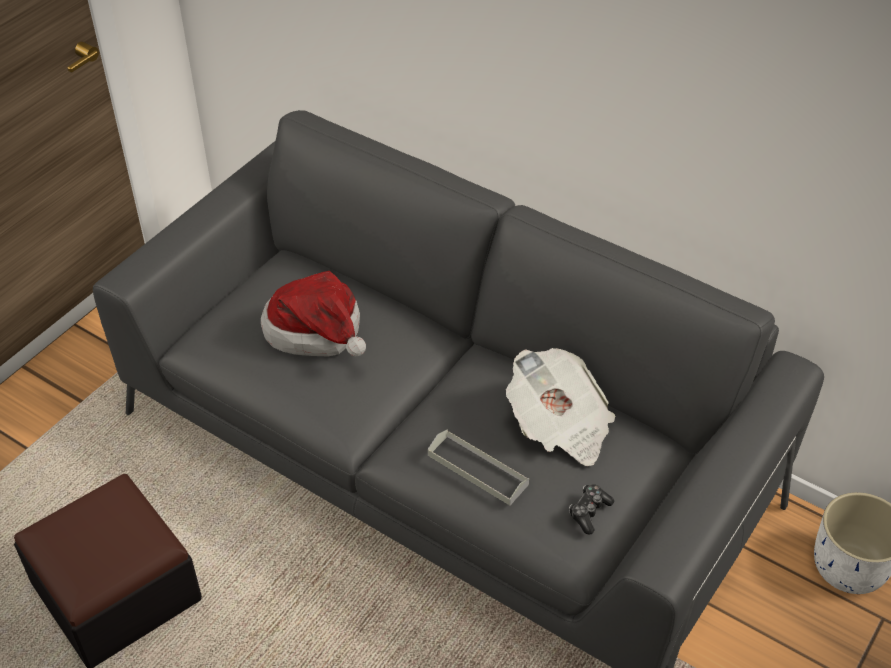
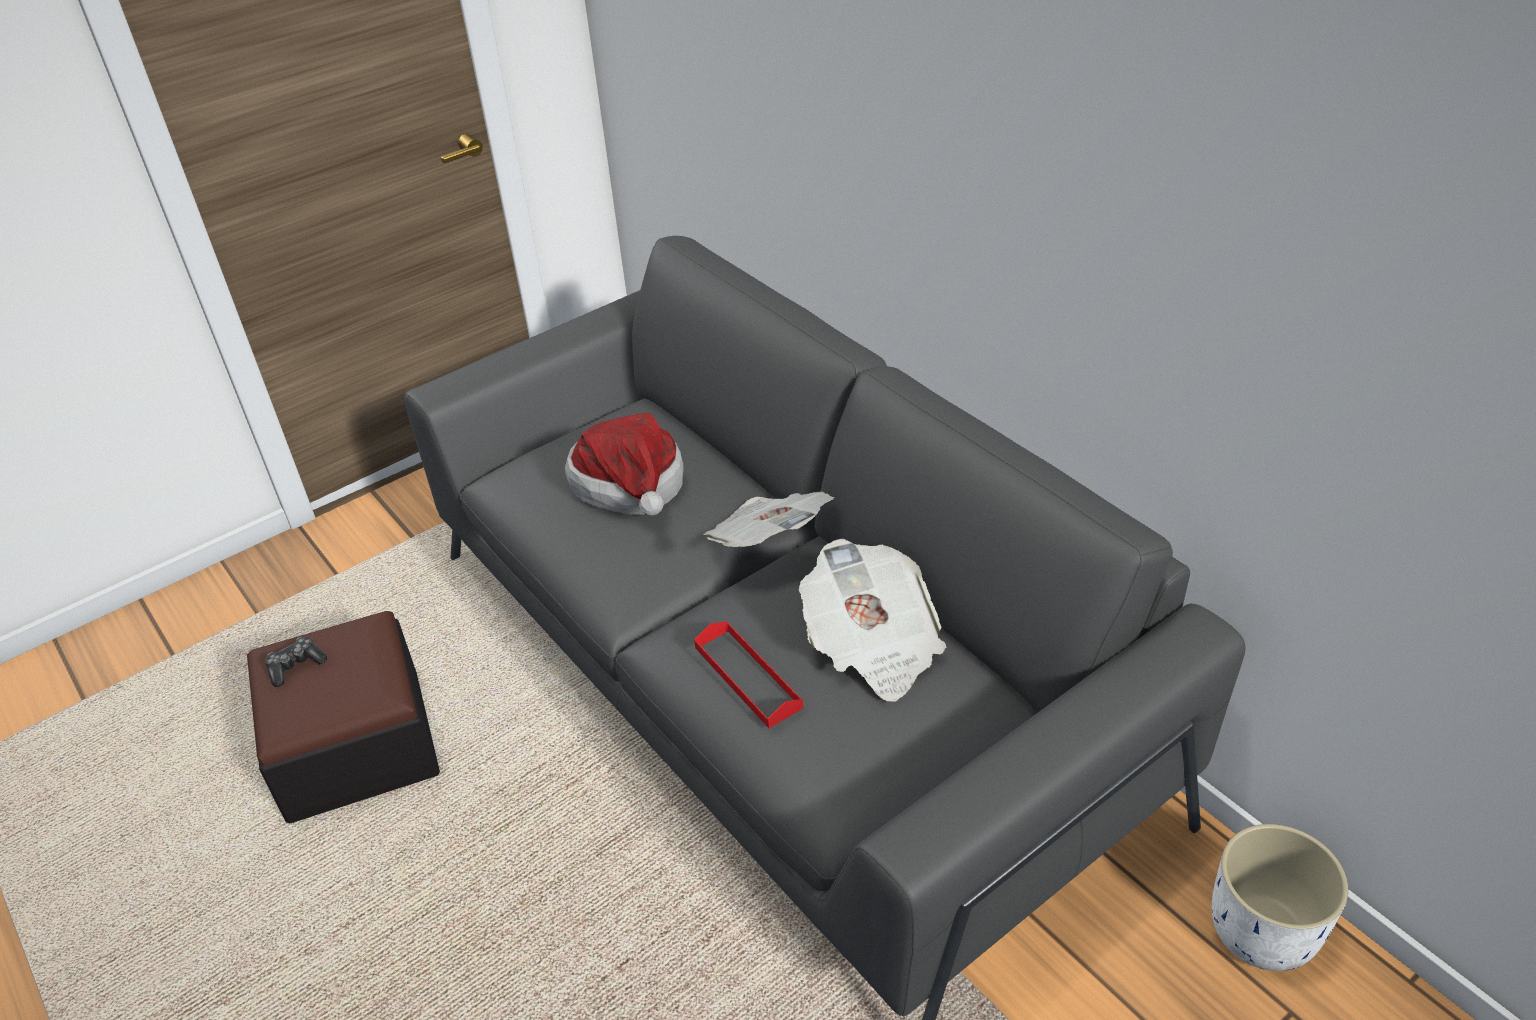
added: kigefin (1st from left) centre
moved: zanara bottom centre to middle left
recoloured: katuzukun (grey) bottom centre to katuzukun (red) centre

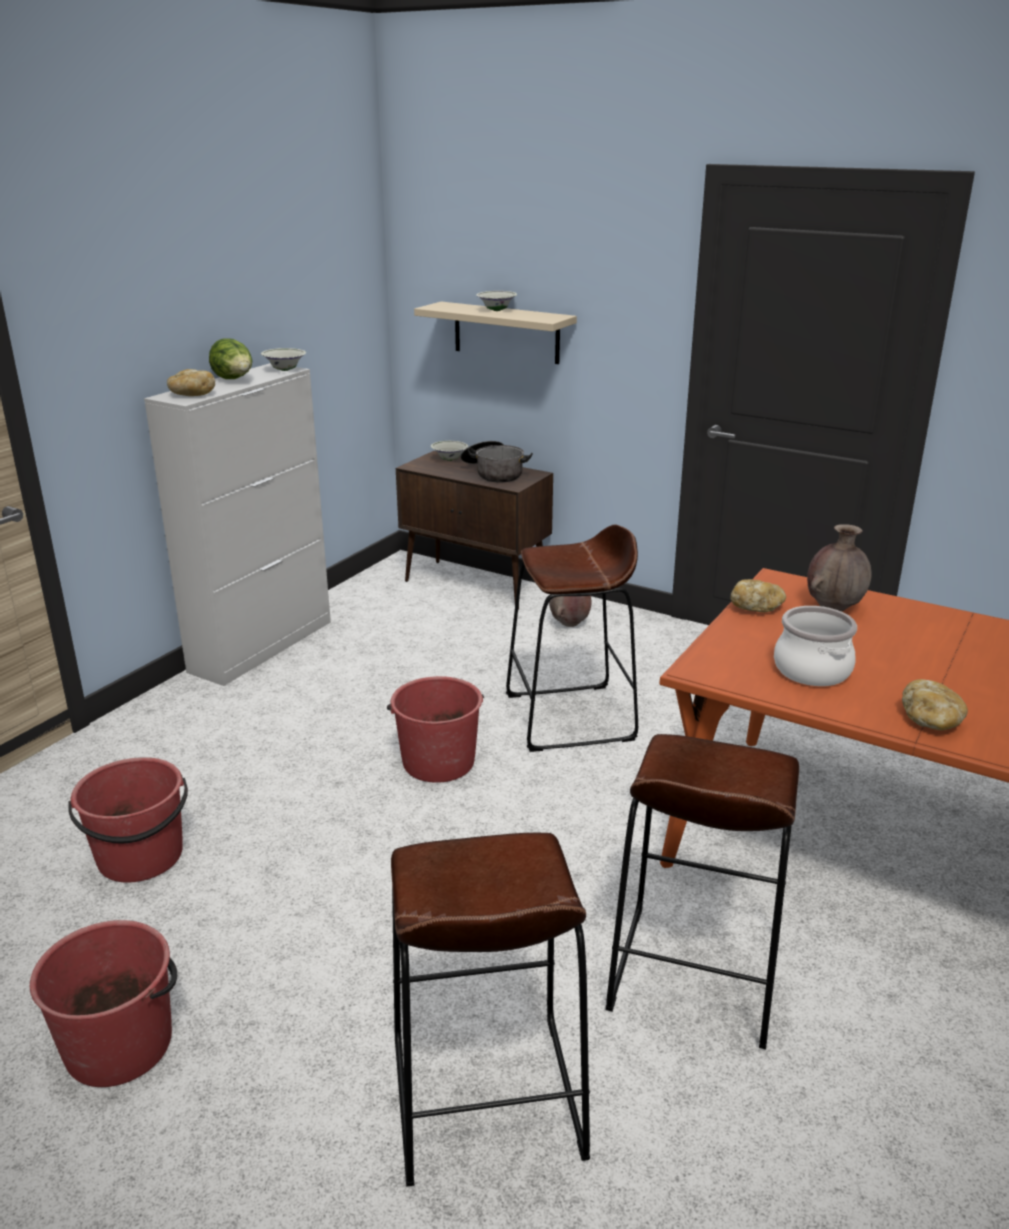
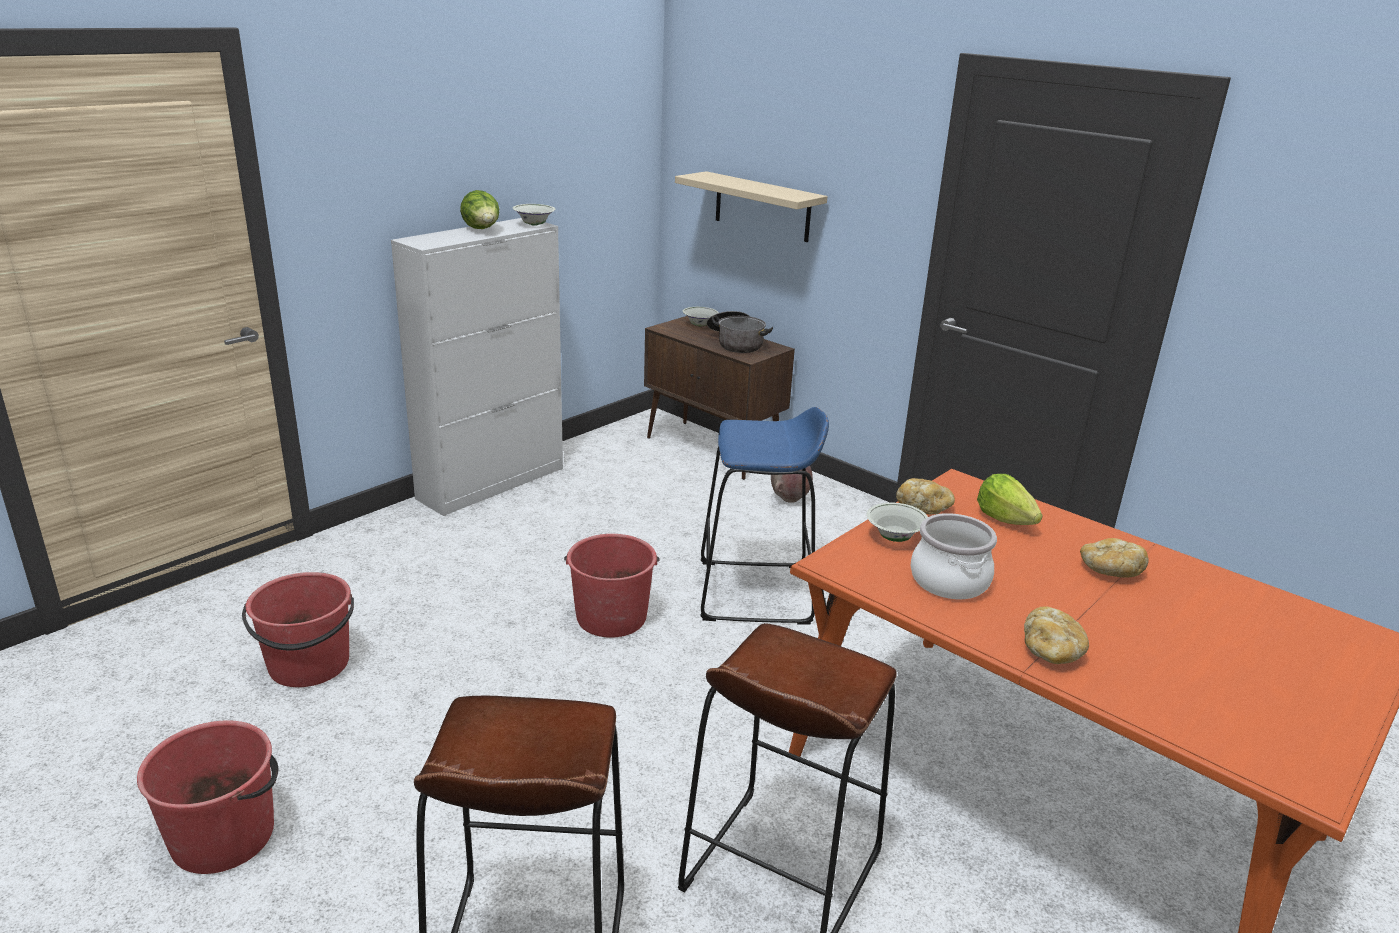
moved: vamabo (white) (3rd from left) top centre to centre; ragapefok (1st from left in the first image) top left to ragapefok (3rd from left) middle right
replaced: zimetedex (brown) (2nd from left) middle right to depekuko (2nd from left) middle right
recoloured: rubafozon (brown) (2nd from left) centre to rubafozon (blue) centre

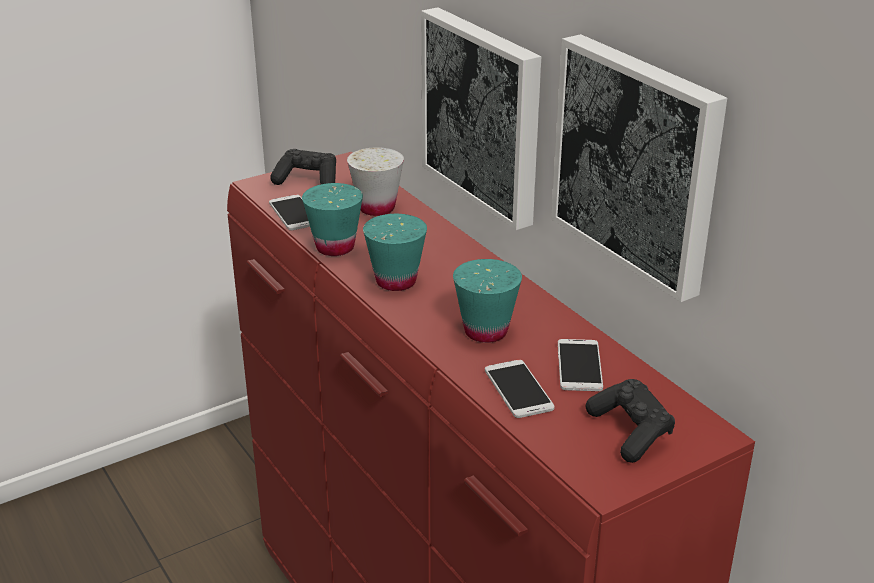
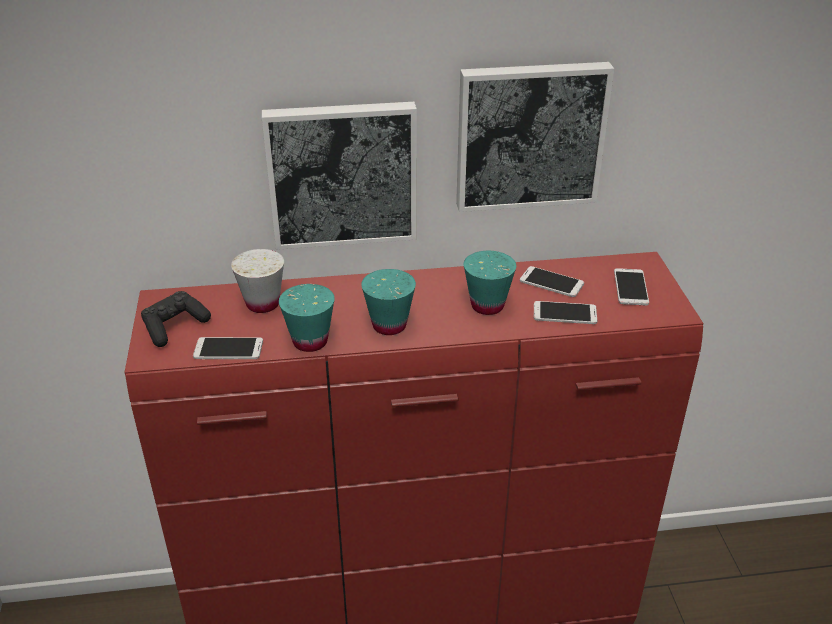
replaced: zanara (black) (2nd from left) bottom right to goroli (4th from left) middle right

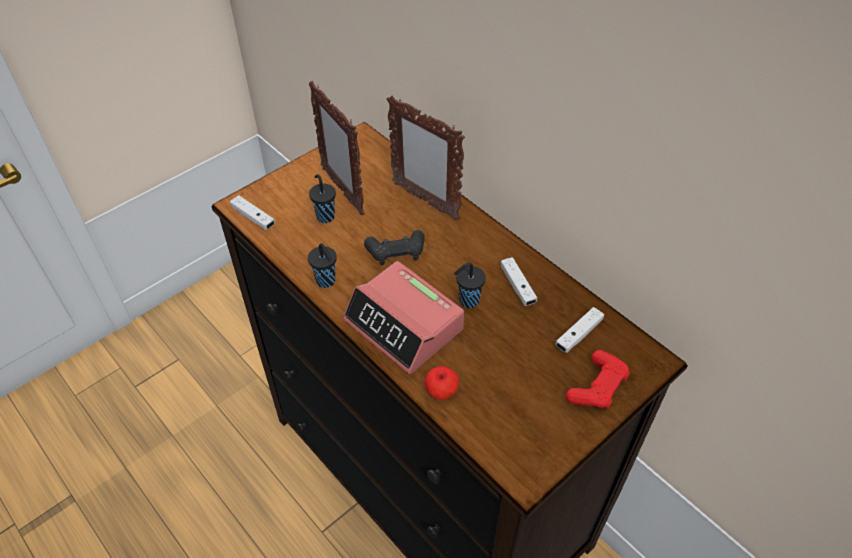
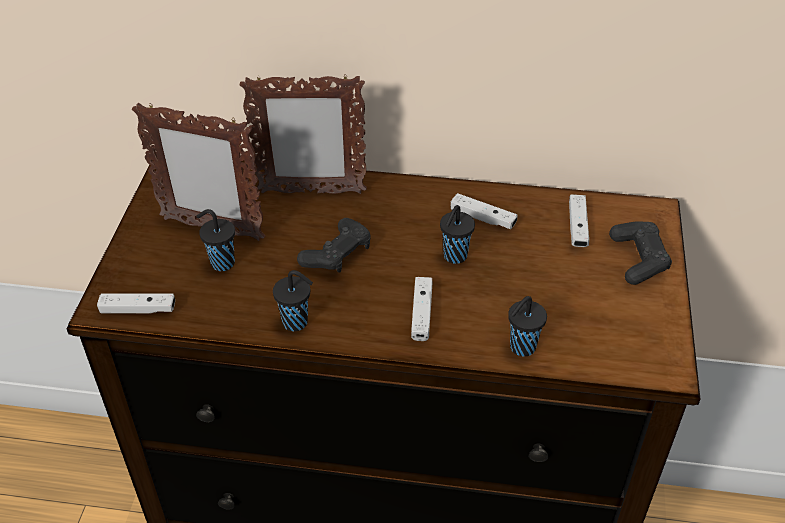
replaced: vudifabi centre to zanara (white) (2nd from left) centre; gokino bottom centre to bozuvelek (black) (4th from left) middle right
recoloured: zanara (red) bottom right to zanara (black) (2nd from left) middle right

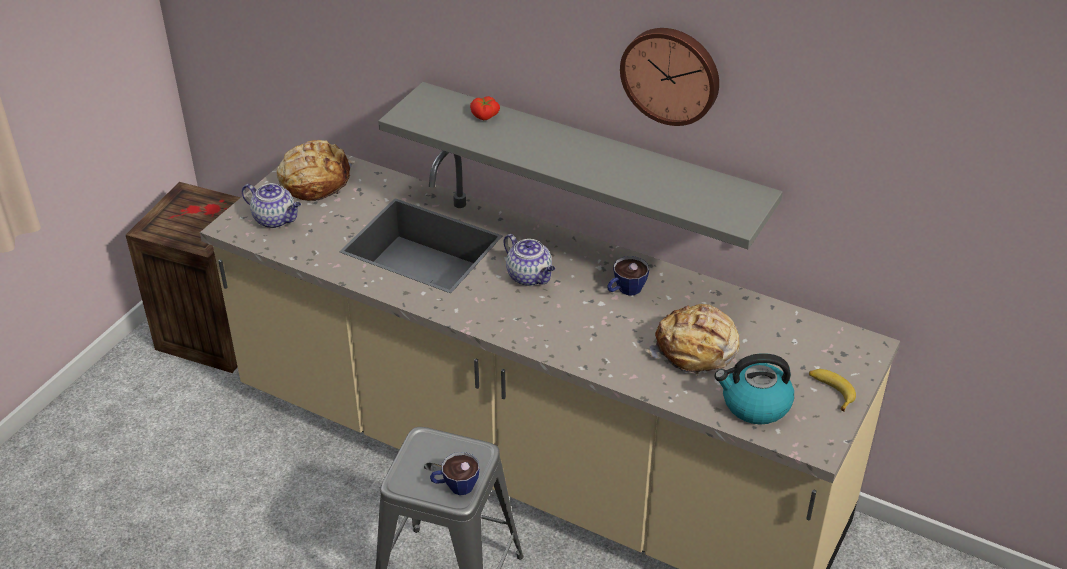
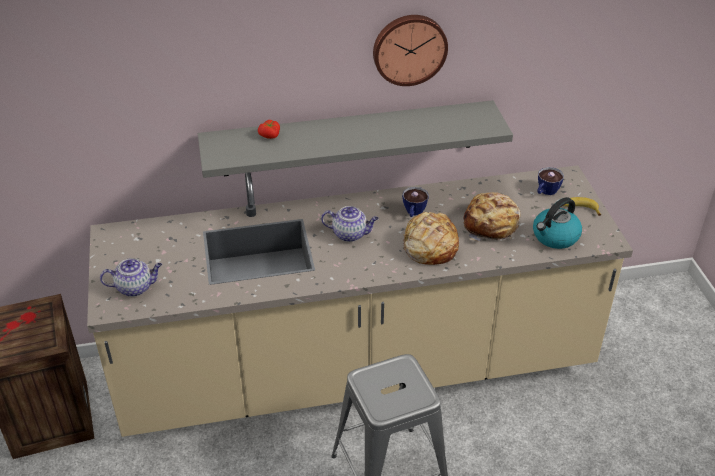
moved: ragapefok (1st from left) top left to centre; bozuvelek (1st from left in the first image) bottom centre to bozuvelek (2nd from left) middle right

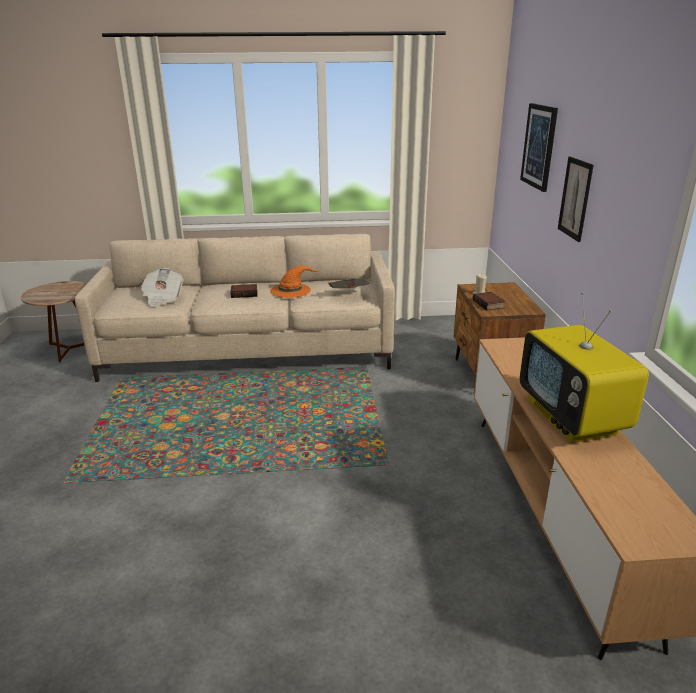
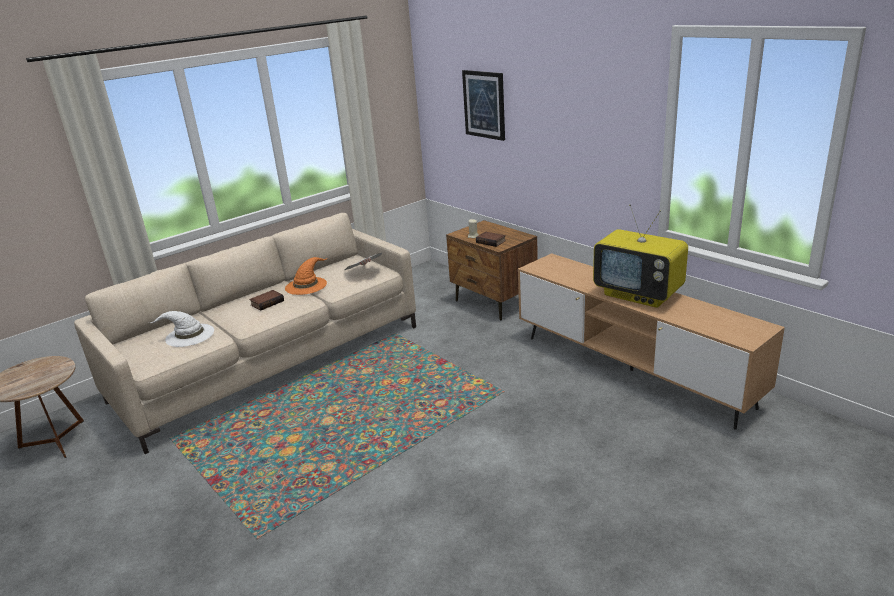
removed: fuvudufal (2nd from left) top right
replaced: kigefin (1st from left) middle left to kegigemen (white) middle left

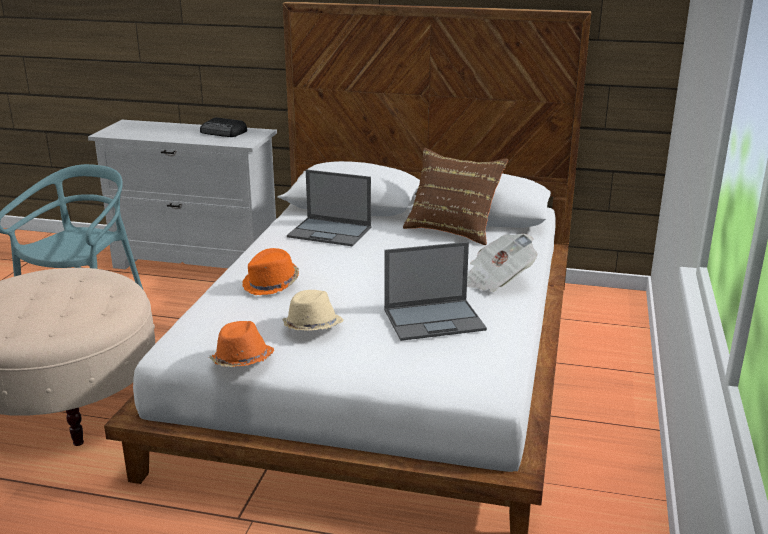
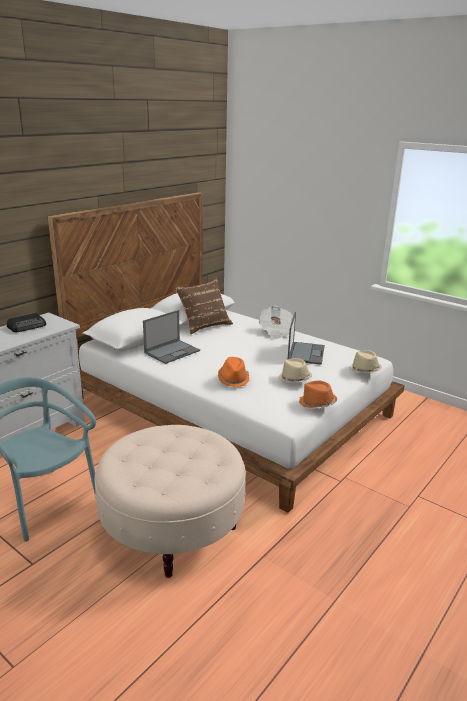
added: kegigemen (beige) (2nd from left) middle right

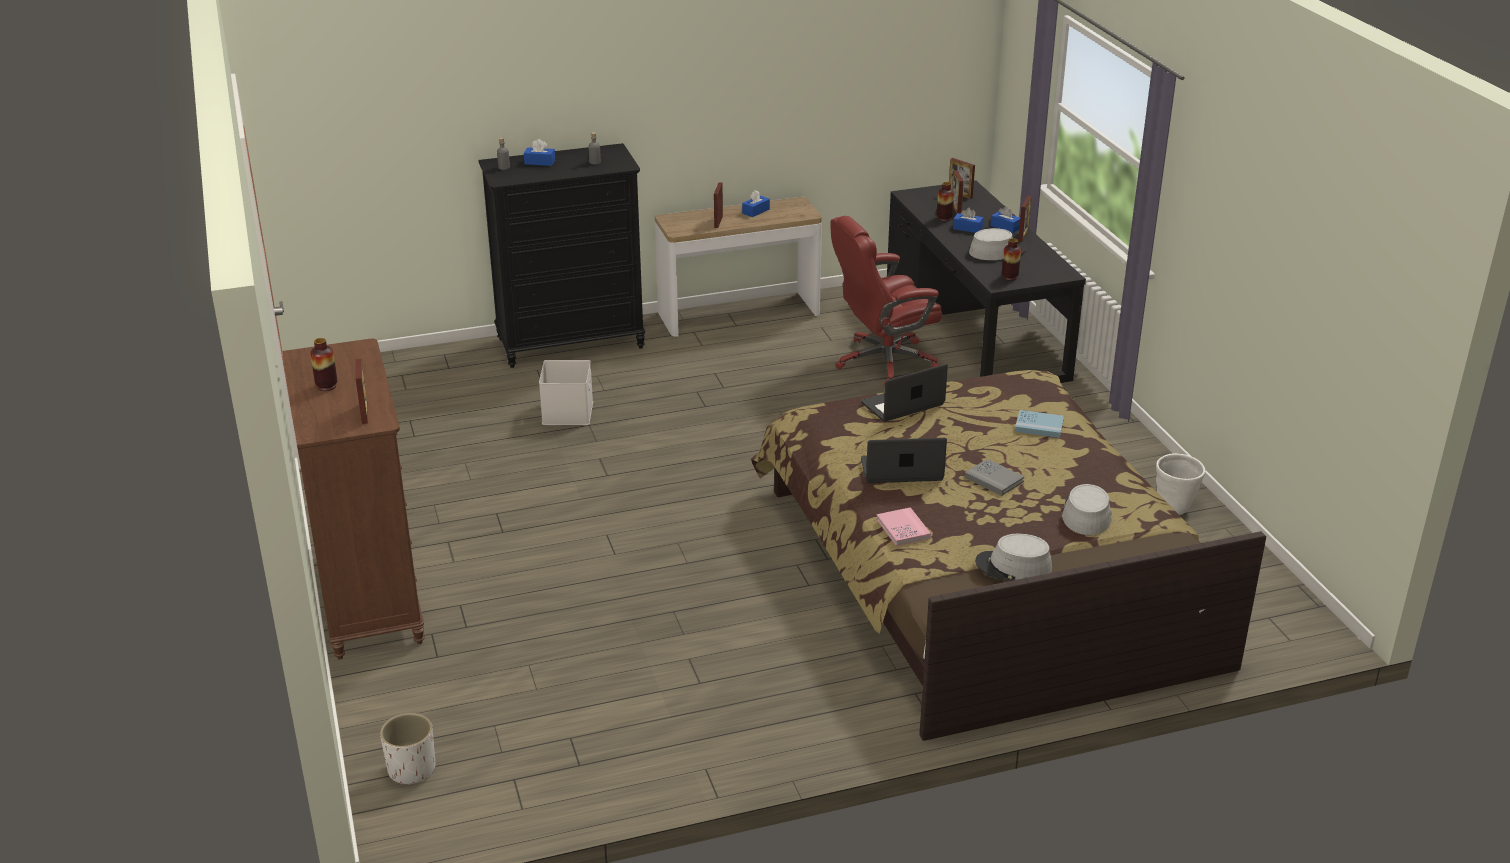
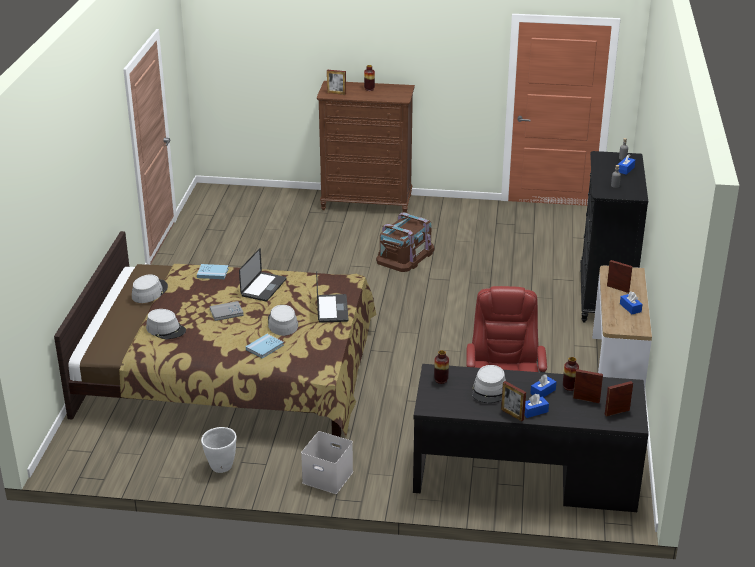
removed: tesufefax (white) (1st from left) bottom left
added: kegigemen (grey) (3rd from left) centre; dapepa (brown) centre
moved: dapepa (white) centre to bottom centre
recoloured: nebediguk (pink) centre to nebediguk (blue) (1st from left) middle left

